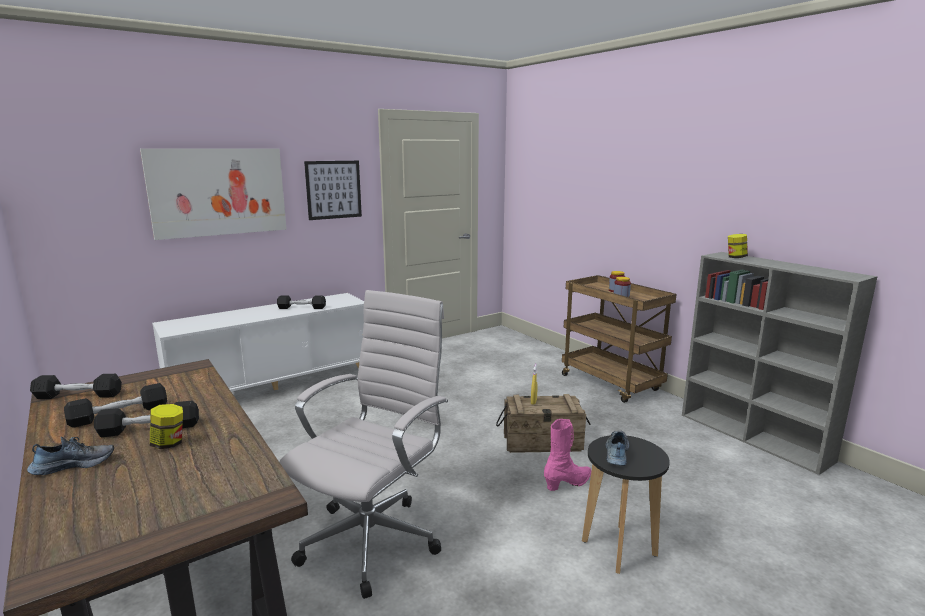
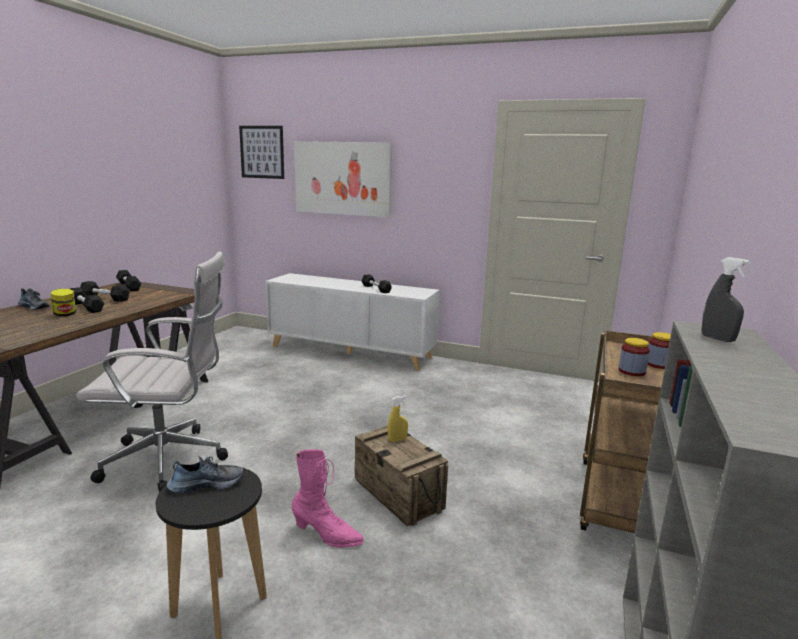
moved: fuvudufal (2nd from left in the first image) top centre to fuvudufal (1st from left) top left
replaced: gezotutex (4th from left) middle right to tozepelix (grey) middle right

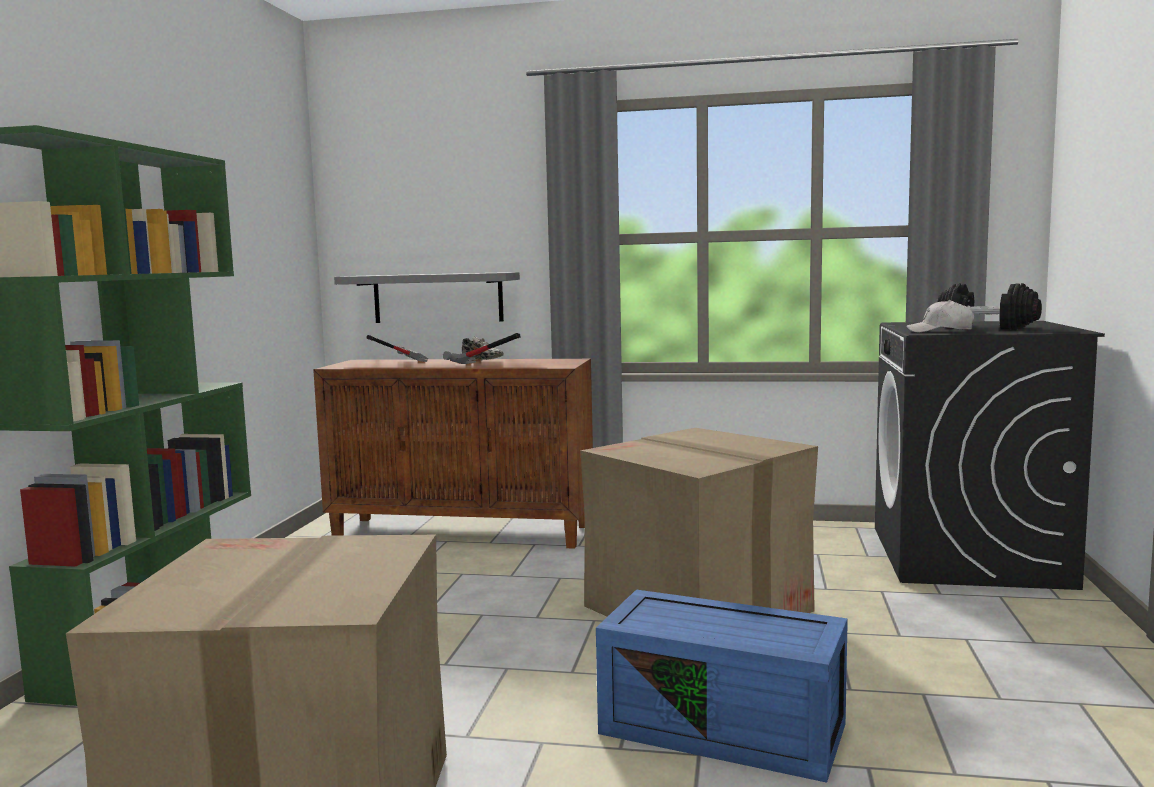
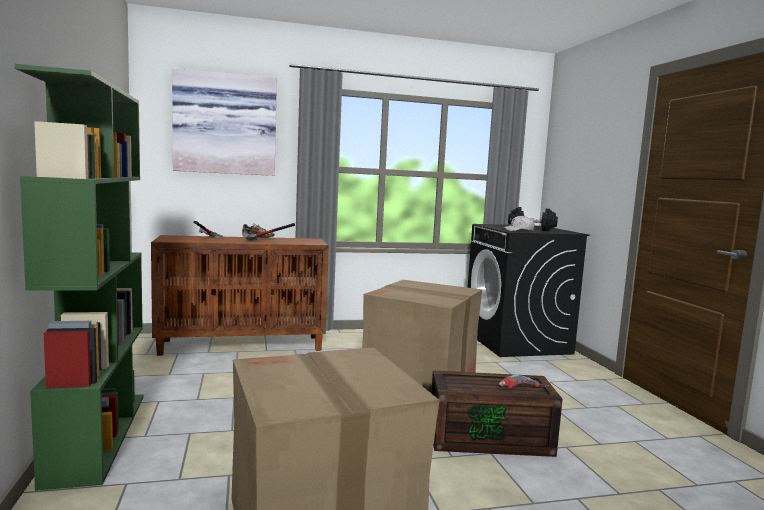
removed: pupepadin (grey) centre
added: fuvudufal top left; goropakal bottom right
recoloured: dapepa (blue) bottom centre to dapepa (brown) bottom centre

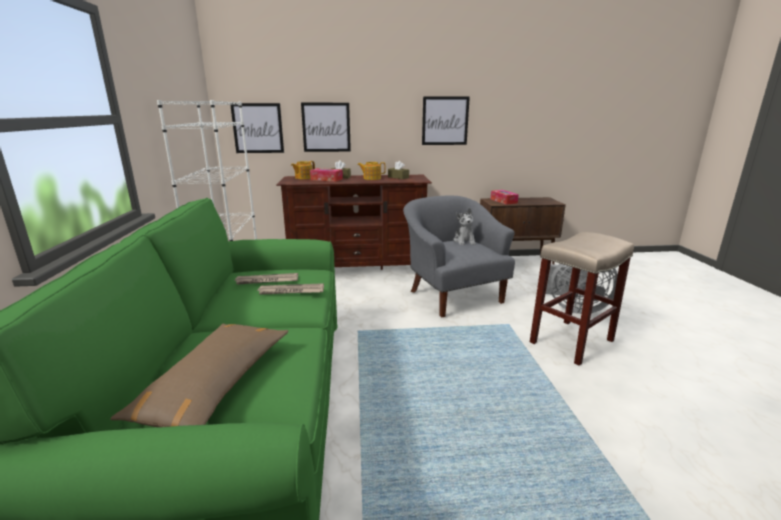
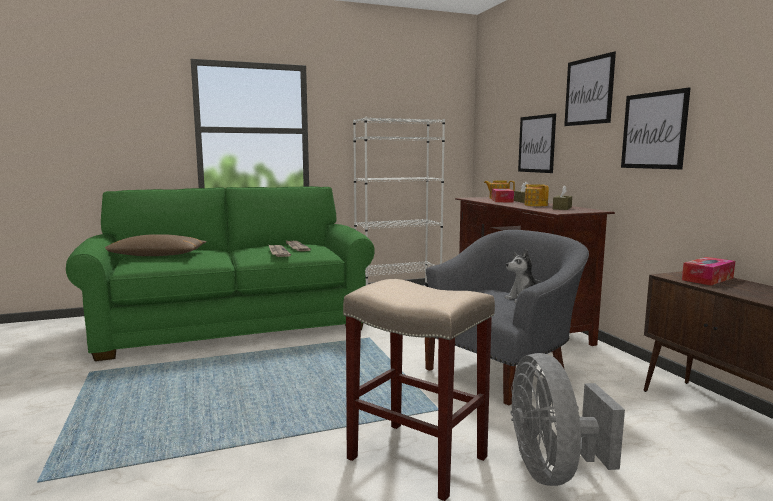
moved: fuvudufal (1st from left in the first image) top left to fuvudufal (2nd from left) top right

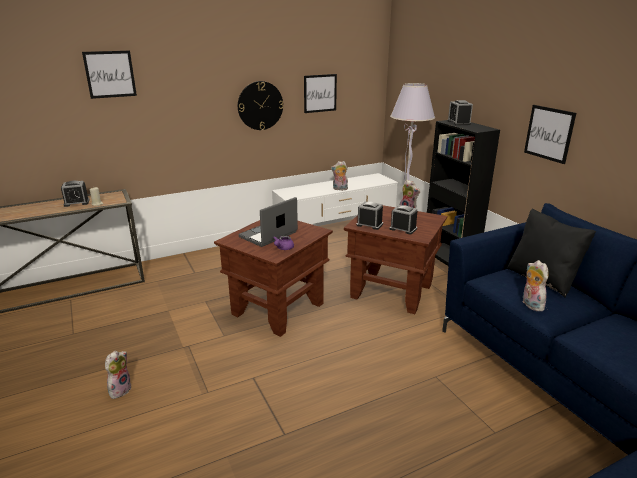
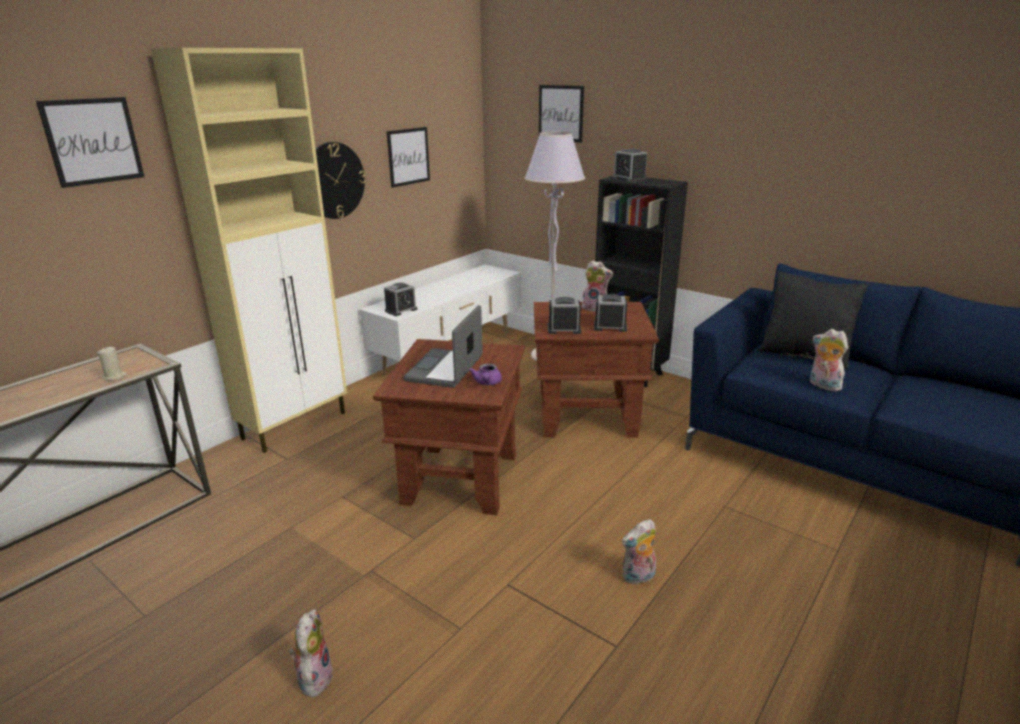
added: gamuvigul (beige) middle left
moved: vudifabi (1st from left) middle left to centre; fuvudufal (3rd from left) top right to top centre; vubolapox (2nd from left in the first image) centre to vubolapox (3rd from left) bottom centre

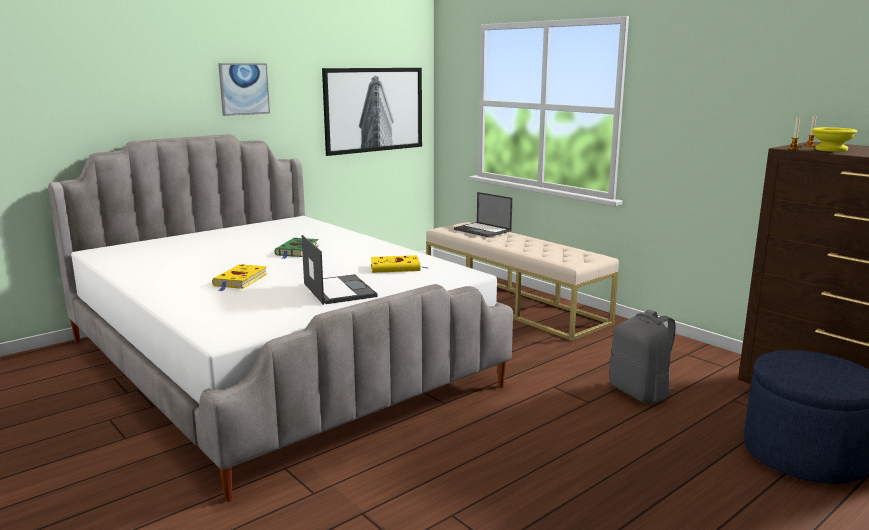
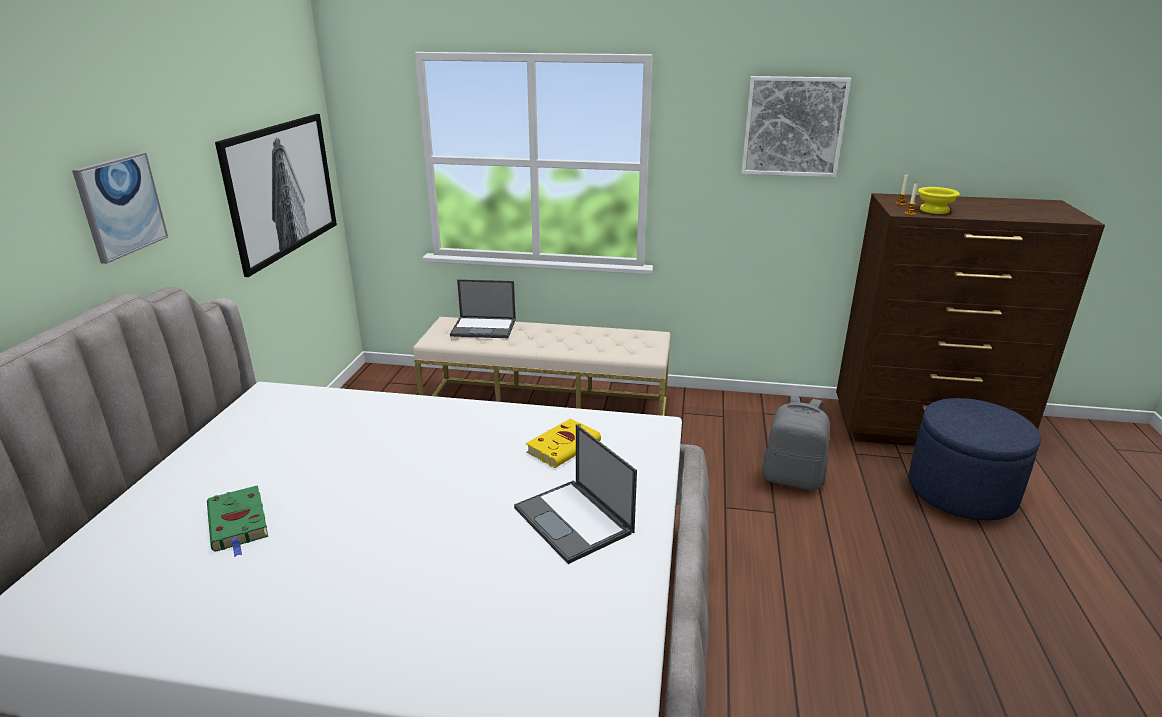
removed: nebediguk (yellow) (1st from left) middle left
added: fuvudufal (3rd from left) top right
moved: nebediguk (green) centre to bottom left
turned: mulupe (1st from left in the first image) centre = bottom centre 150 degrees counterclockwise

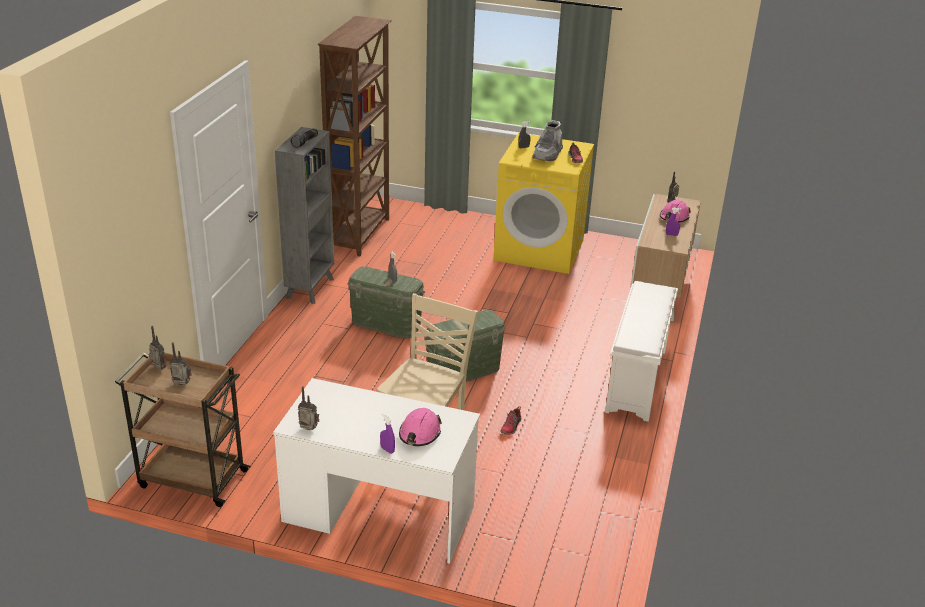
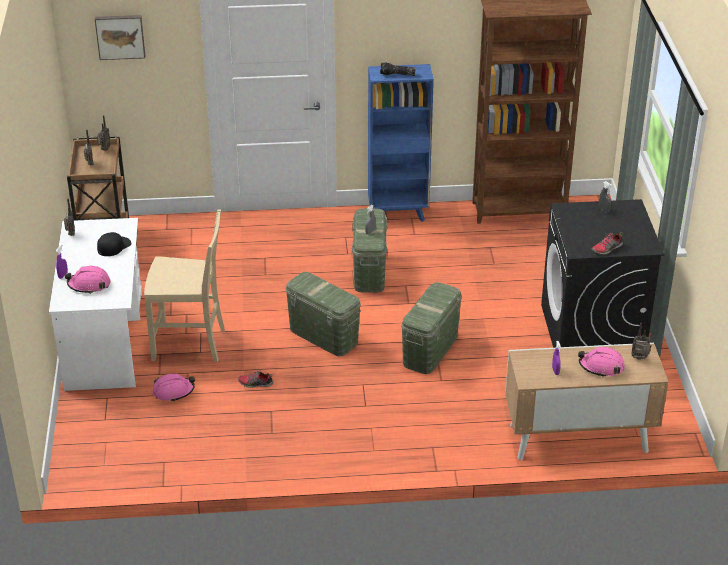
removed: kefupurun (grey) top centre; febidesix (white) middle right
added: fuvudufal top left; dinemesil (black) middle left; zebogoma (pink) (2nd from left) bottom left; dapepa (green) (3rd from left) centre
recoloured: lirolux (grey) middle left to lirolux (blue) top centre; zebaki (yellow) centre to zebaki (black) middle right

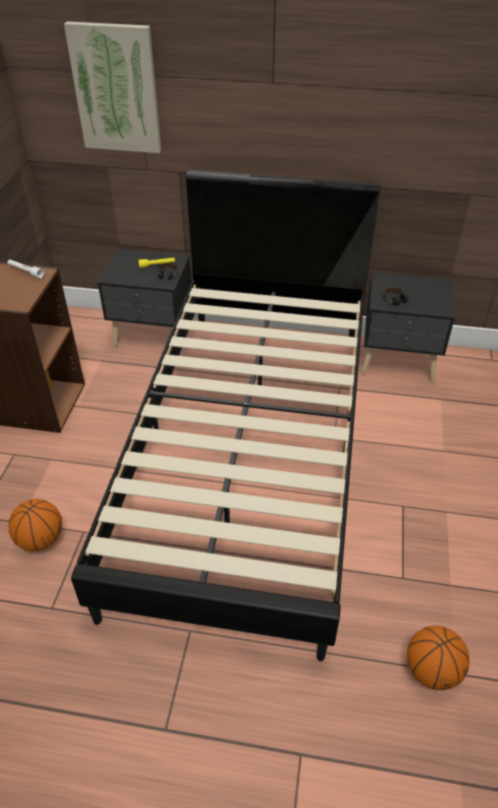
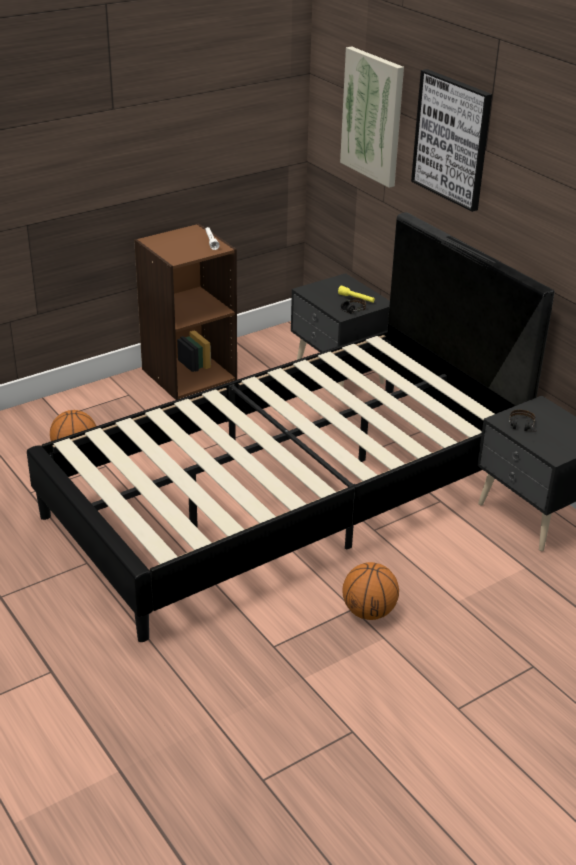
added: fuvudufal (2nd from left) top right
moved: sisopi (2nd from left) bottom right to bottom centre

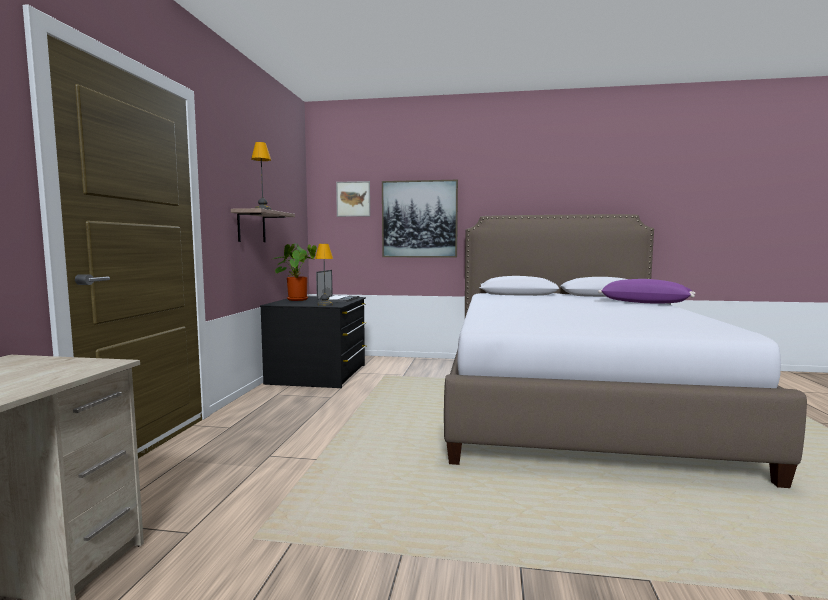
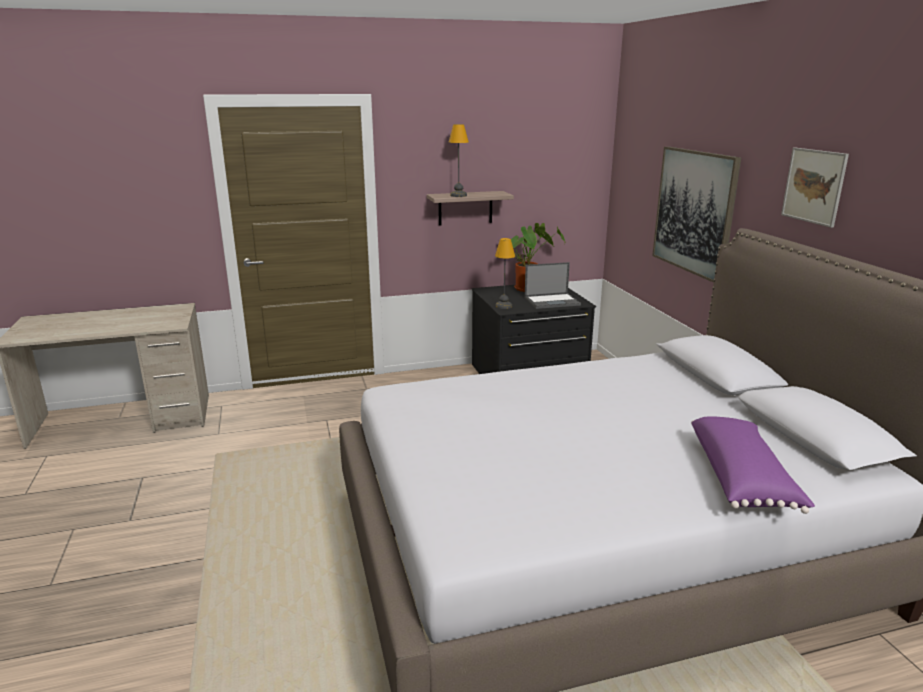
moved: fuvudufal (1st from left in the first image) top centre to fuvudufal (2nd from left) top right

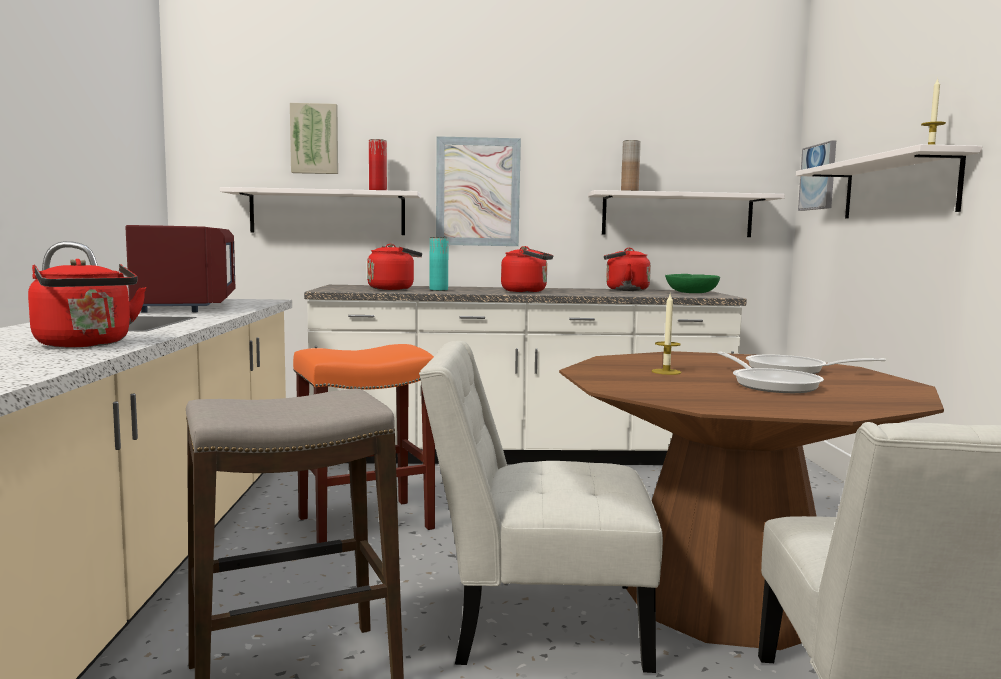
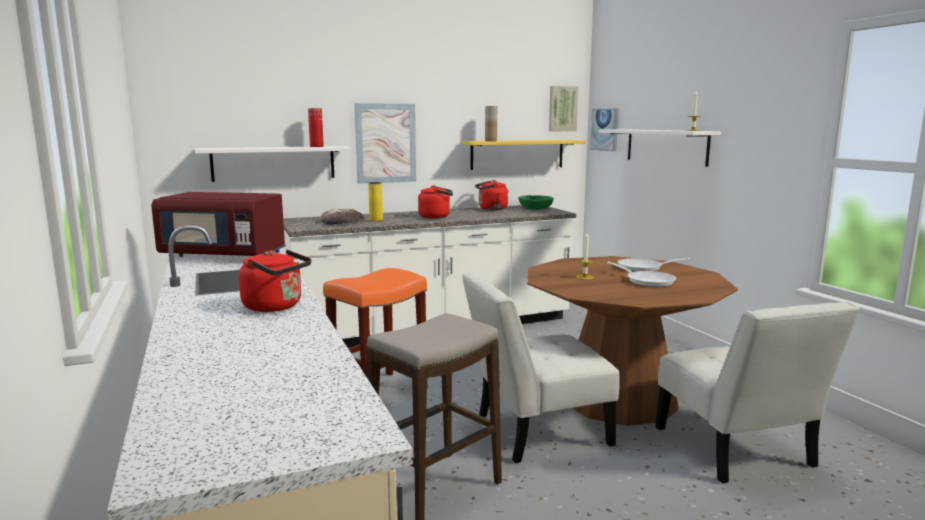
moved: fuvudufal (1st from left in the first image) top left to fuvudufal (2nd from left) top centre
replaced: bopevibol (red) (2nd from left) centre to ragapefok centre
recoloured: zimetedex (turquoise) centre to zimetedex (yellow) centre; pupepadin (white) (2nd from left) top right to pupepadin (yellow) top centre
turned: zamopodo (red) middle left = middle left 135 degrees clockwise

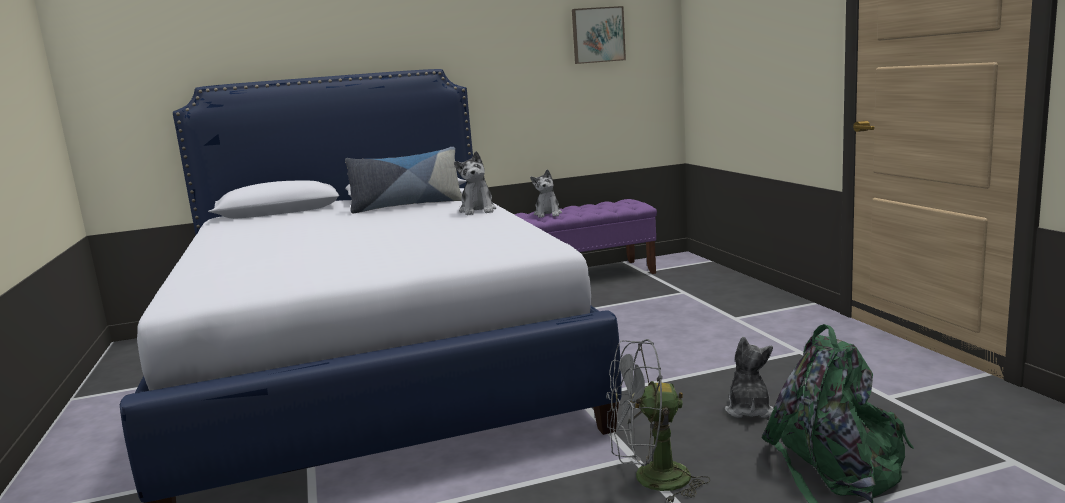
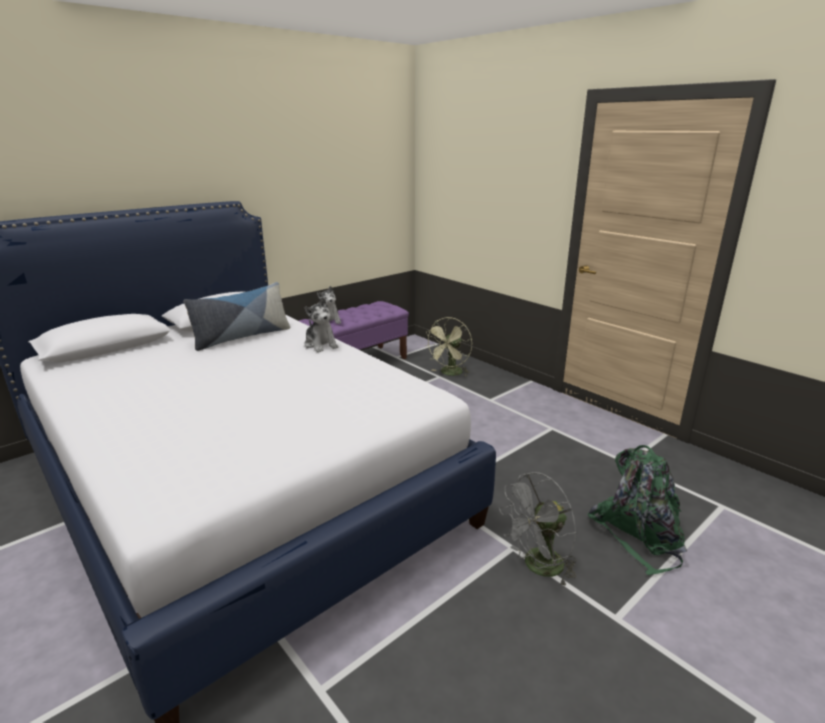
removed: fuvudufal top centre; vubolapox (3rd from left) bottom right
added: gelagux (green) centre

